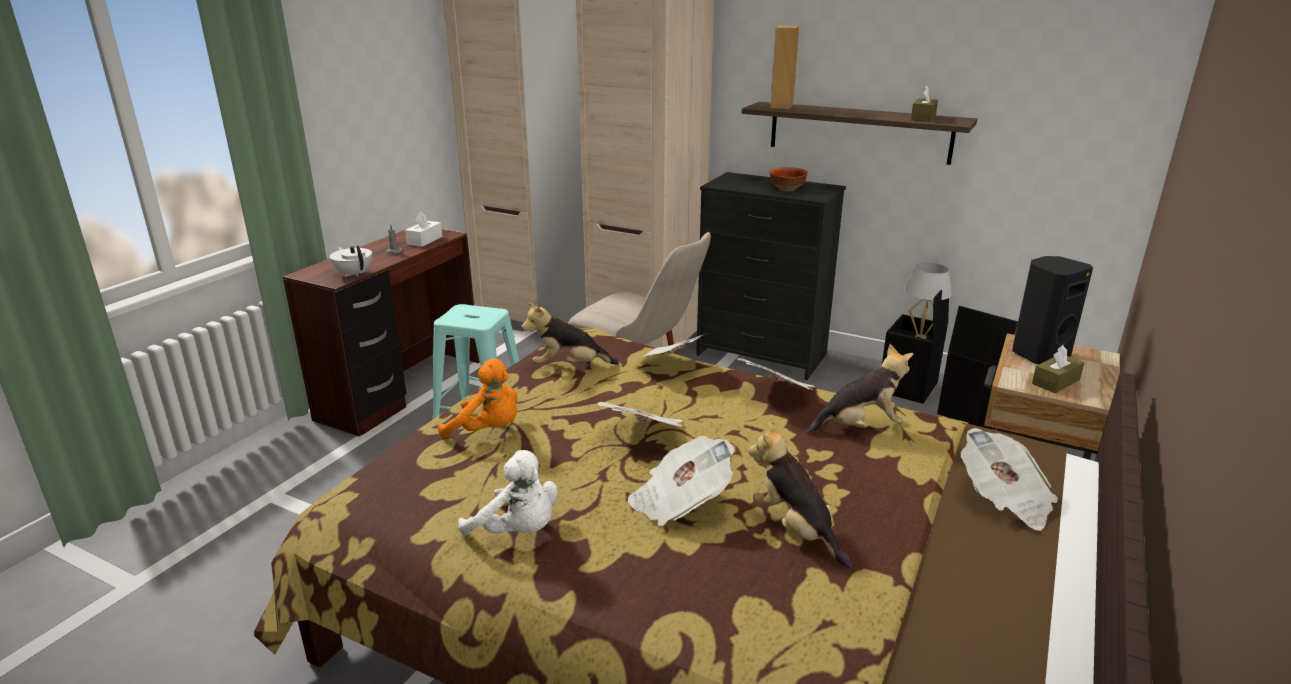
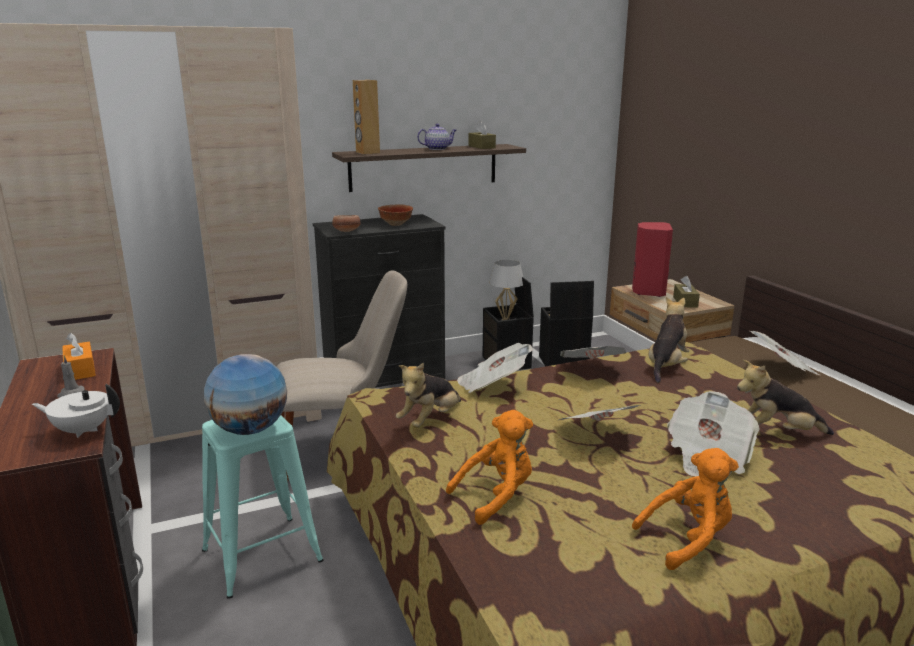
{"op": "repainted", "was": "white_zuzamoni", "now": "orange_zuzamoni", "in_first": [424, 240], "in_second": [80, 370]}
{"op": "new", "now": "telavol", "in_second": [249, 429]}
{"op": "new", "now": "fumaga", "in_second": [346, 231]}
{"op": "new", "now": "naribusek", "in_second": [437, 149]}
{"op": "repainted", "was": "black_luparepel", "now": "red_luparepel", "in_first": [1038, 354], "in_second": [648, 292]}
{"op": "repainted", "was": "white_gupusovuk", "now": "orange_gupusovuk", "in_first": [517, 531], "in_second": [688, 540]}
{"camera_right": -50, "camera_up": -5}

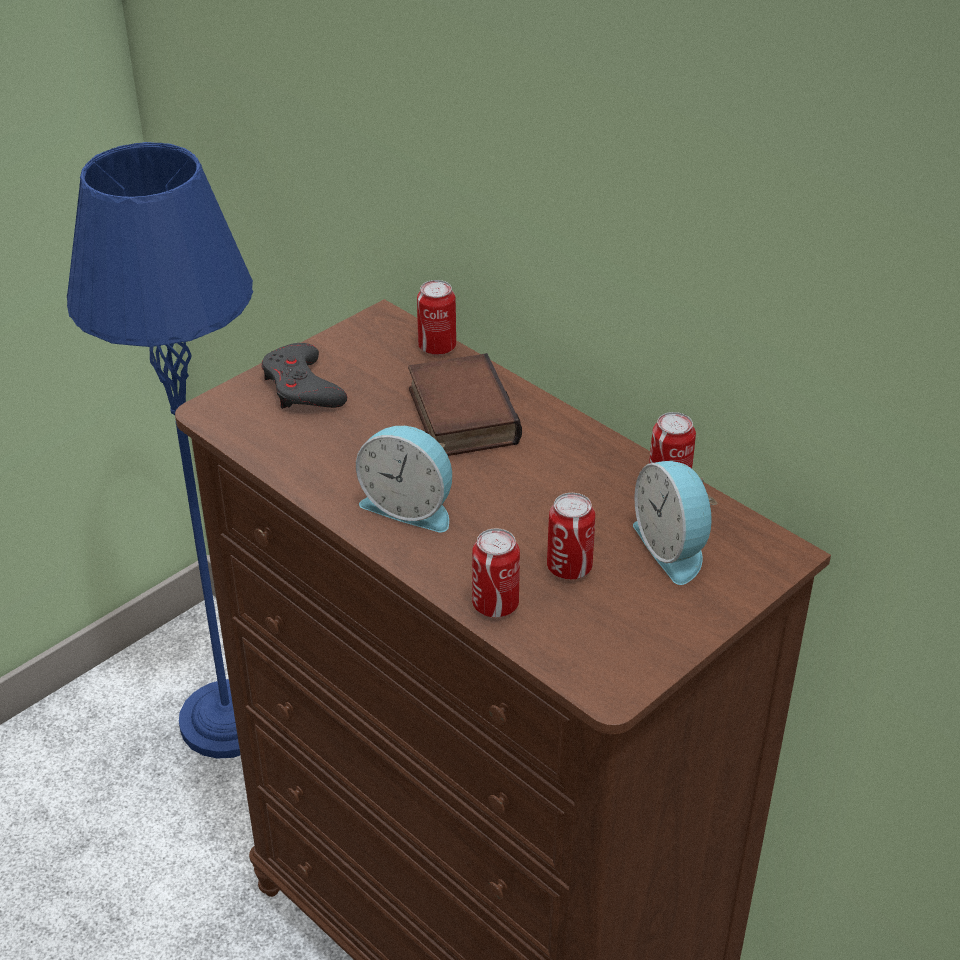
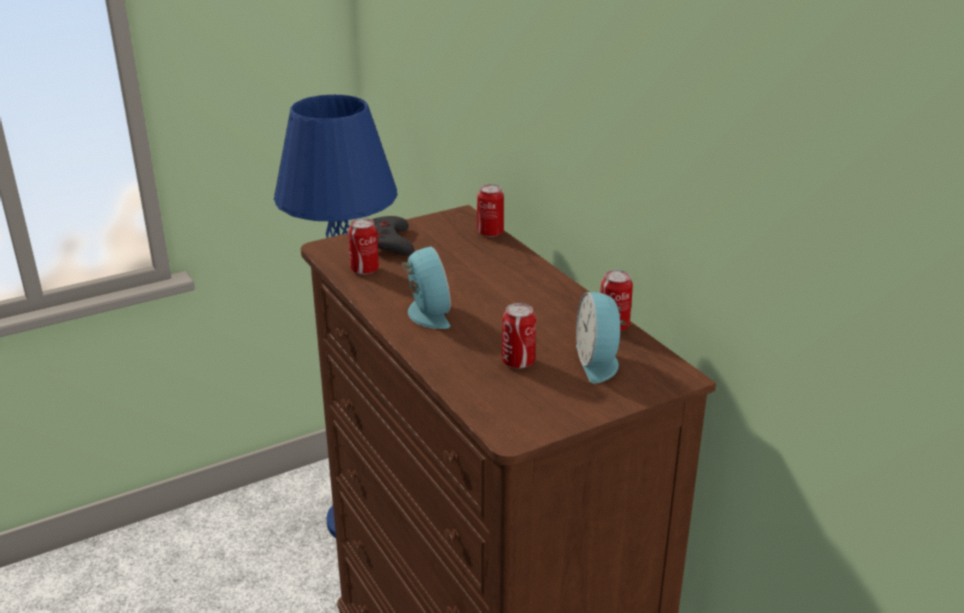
{"op": "shifted", "was": "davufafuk", "in_first": [495, 604], "in_second": [364, 269]}
{"op": "rotated", "was": "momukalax", "in_first": [410, 506], "in_second": [426, 313], "clockwise": -150}
{"op": "gone", "was": "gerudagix", "in_first": [458, 415]}
{"camera_right": 15, "camera_up": -10}

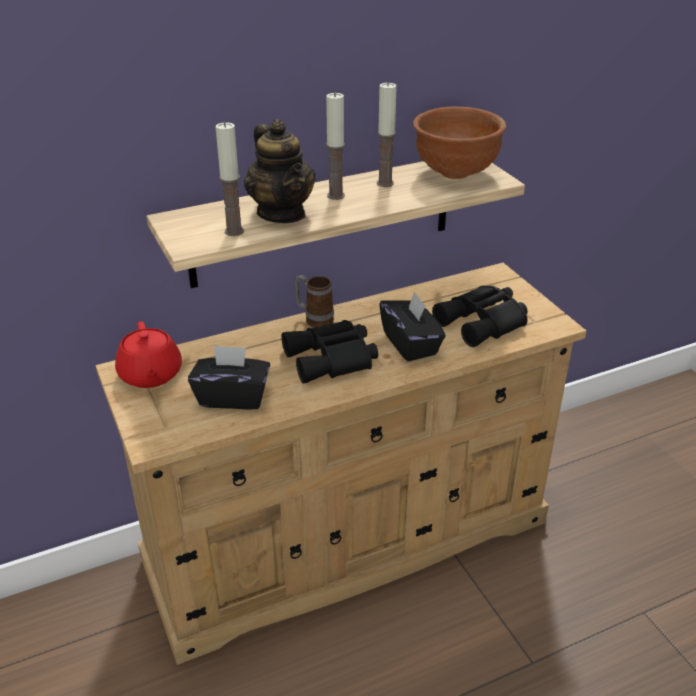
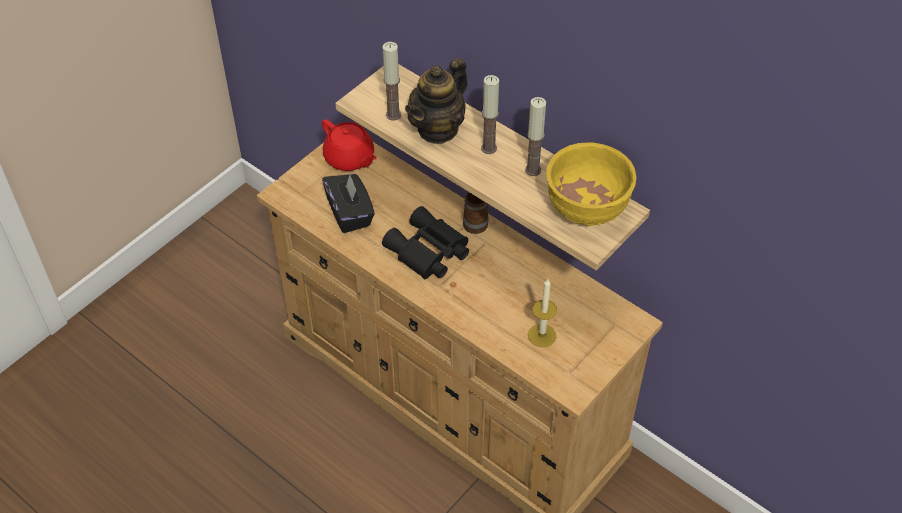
{"op": "rotated", "was": "red_naribusek", "in_first": [150, 375], "in_second": [349, 158], "clockwise": -90}
{"op": "swapped", "was": "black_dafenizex", "now": "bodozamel", "in_first": [484, 323], "in_second": [542, 335]}
{"op": "repainted", "was": "brown_fumaga", "now": "yellow_fumaga", "in_first": [454, 173], "in_second": [586, 208]}
{"op": "gone", "was": "black_zuzamoni", "in_first": [411, 344]}
{"camera_right": 65, "camera_up": 15}

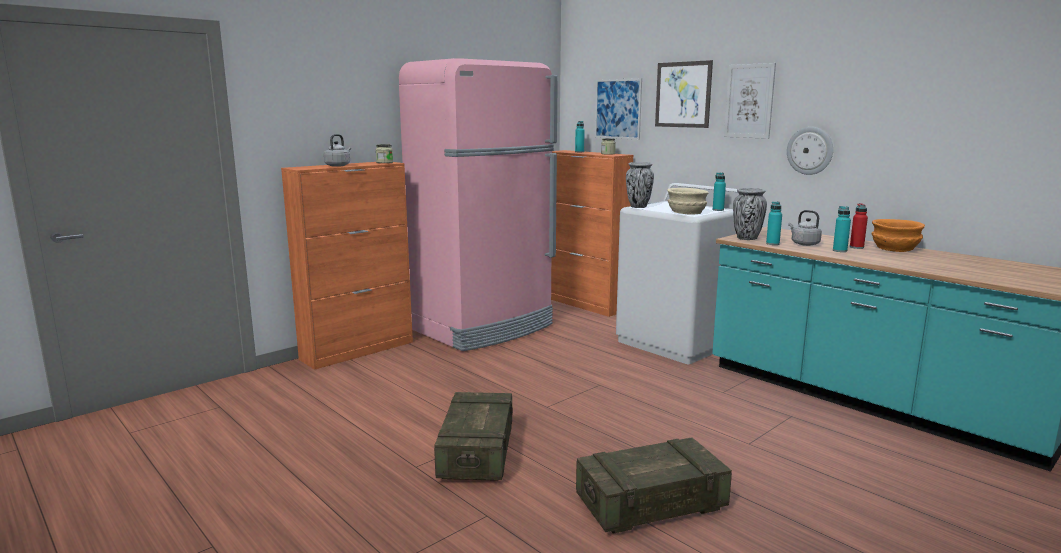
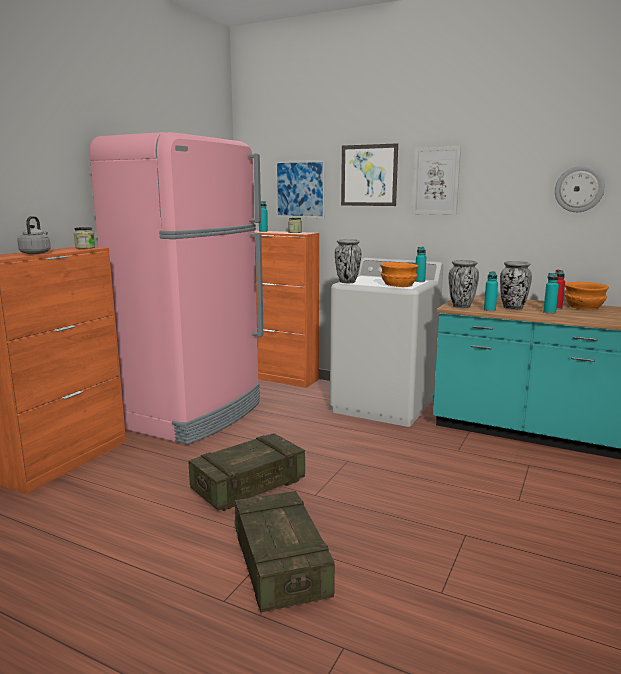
{"op": "shifted", "was": "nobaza", "in_first": [651, 504], "in_second": [249, 486]}
{"op": "repainted", "was": "beige_fumaga", "now": "orange_fumaga", "in_first": [686, 212], "in_second": [398, 285]}
{"op": "swapped", "was": "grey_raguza", "now": "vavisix", "in_first": [803, 244], "in_second": [512, 308]}
{"op": "shifted", "was": "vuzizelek", "in_first": [810, 150], "in_second": [579, 189]}
{"camera_right": -20, "camera_up": 0}

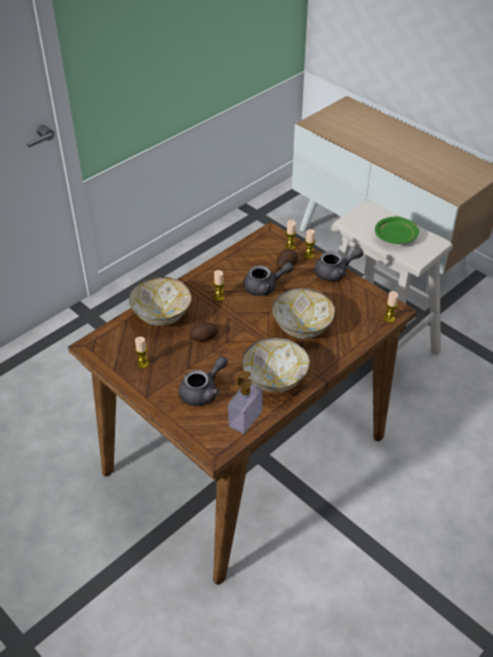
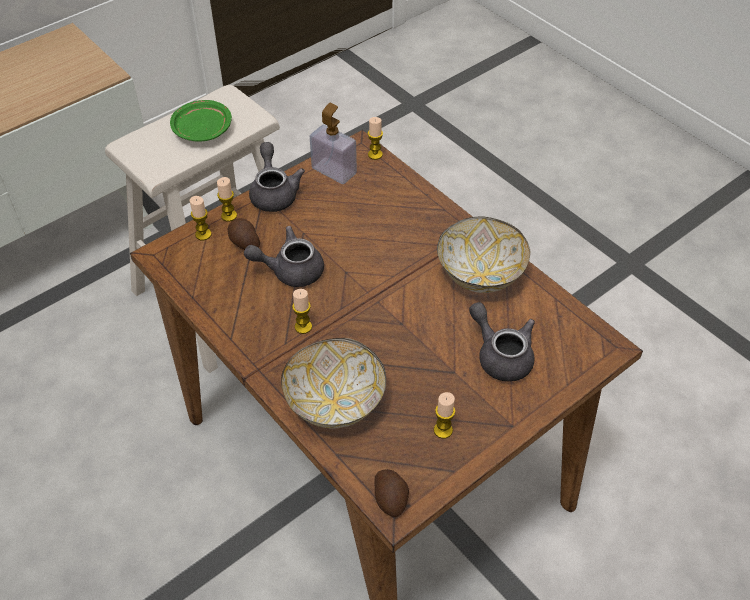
{"op": "rotated", "was": "grey_naribusek", "in_first": [265, 287], "in_second": [290, 270], "clockwise": -90}
{"op": "shifted", "was": "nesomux", "in_first": [245, 419], "in_second": [334, 171]}
{"op": "shifted", "was": "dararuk", "in_first": [204, 338], "in_second": [391, 498]}
{"op": "gone", "was": "fumaga", "in_first": [302, 328]}
{"camera_right": -85, "camera_up": 5}

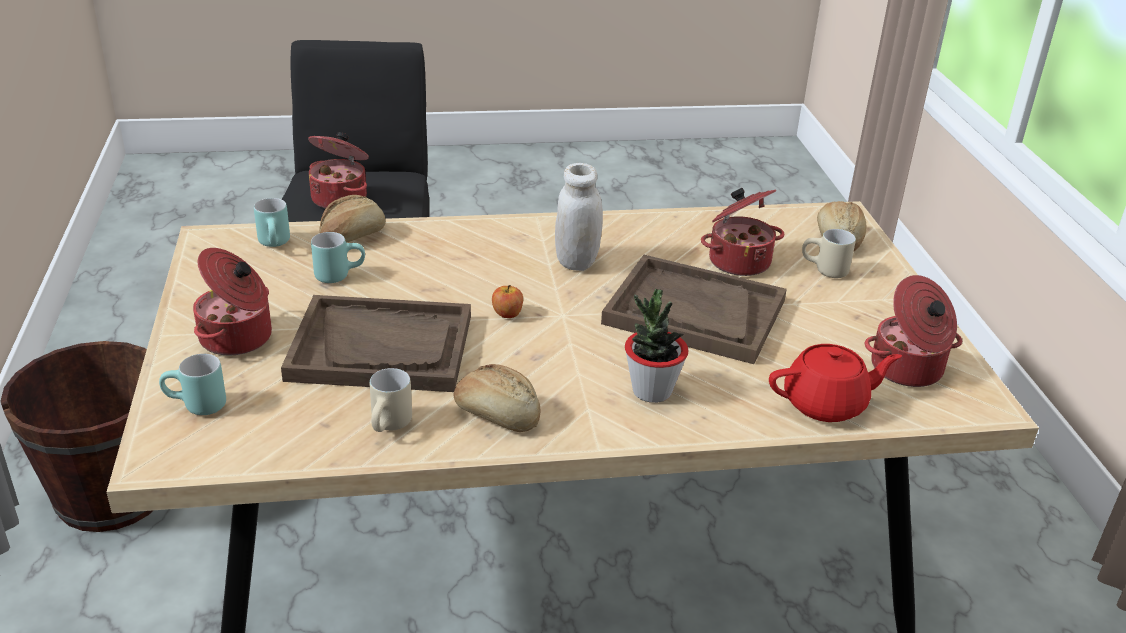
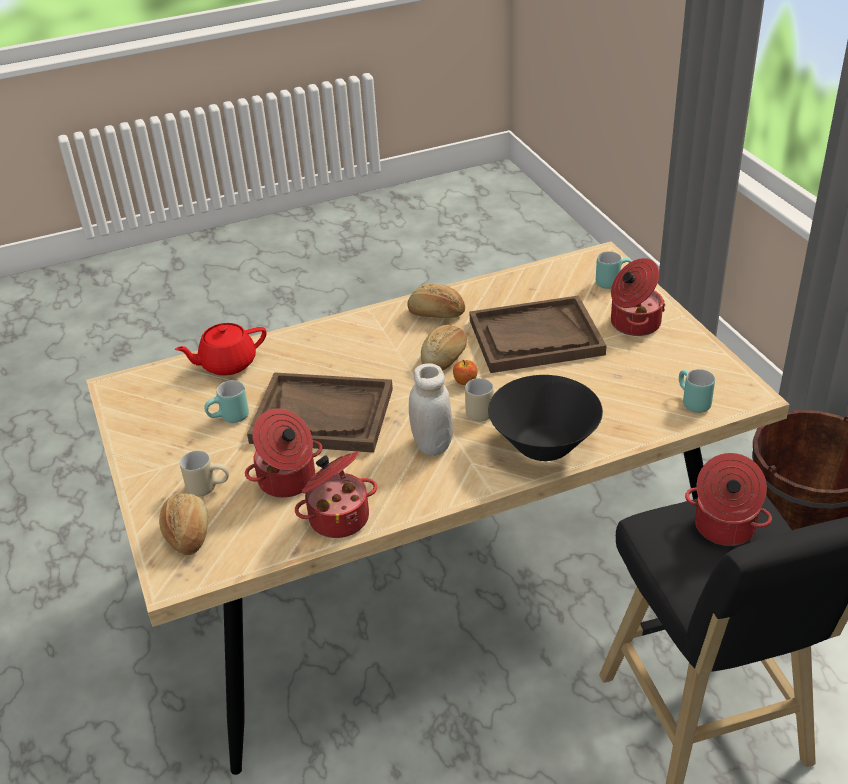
{"op": "shifted", "was": "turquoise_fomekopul", "in_first": [339, 274], "in_second": [230, 419]}
{"op": "shifted", "was": "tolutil", "in_first": [907, 369], "in_second": [338, 517]}
{"op": "shifted", "was": "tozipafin", "in_first": [352, 236], "in_second": [445, 358]}
{"op": "shifted", "was": "beige_fomekopul", "in_first": [391, 427], "in_second": [477, 410]}
{"op": "new", "now": "black_fumaga", "in_second": [544, 445]}
{"op": "gone", "was": "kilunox", "in_first": [651, 391]}
{"camera_right": 170, "camera_up": 5}

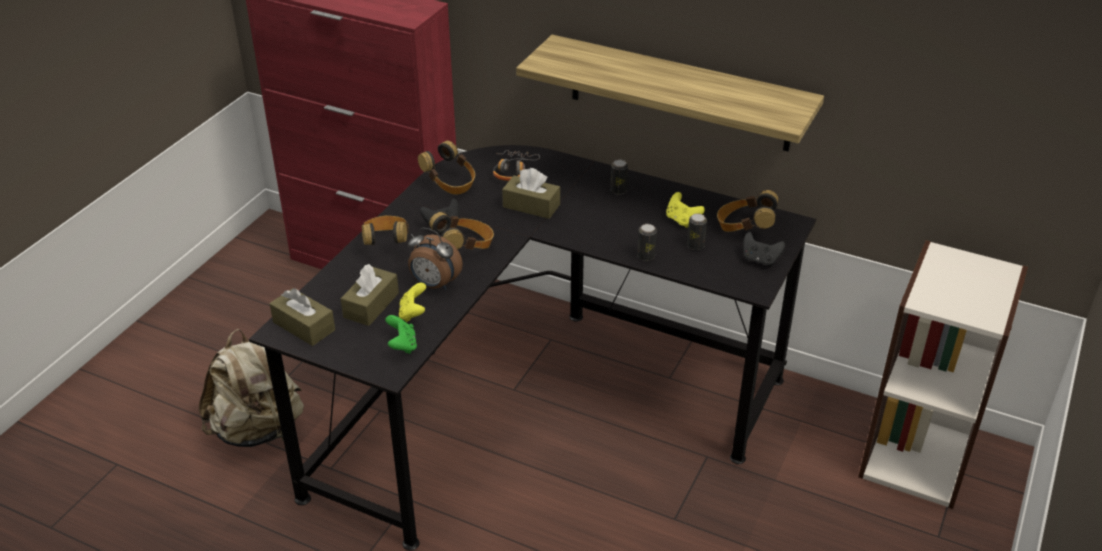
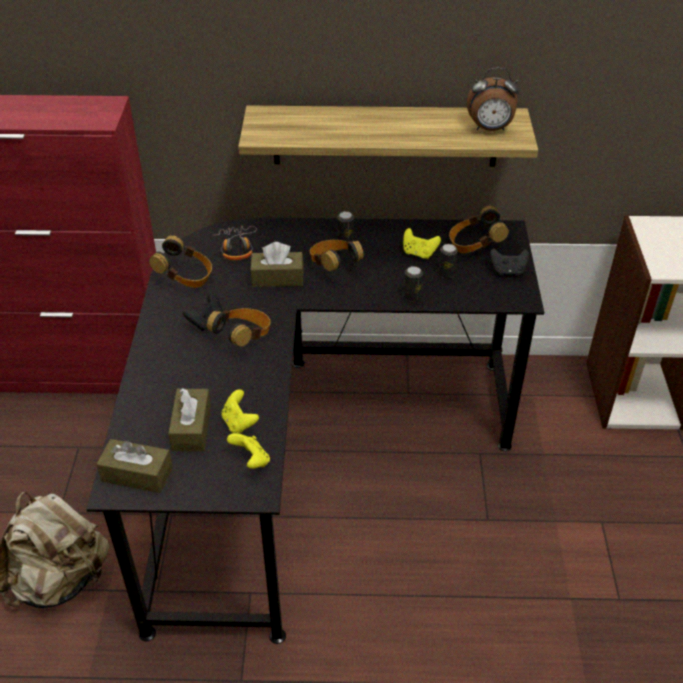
{"op": "repainted", "was": "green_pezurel", "now": "yellow_pezurel", "in_first": [402, 345], "in_second": [251, 460]}
{"op": "shifted", "was": "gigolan", "in_first": [386, 243], "in_second": [334, 266]}
{"op": "shifted", "was": "momukalax", "in_first": [434, 284], "in_second": [490, 129]}
{"camera_right": -25, "camera_up": 5}

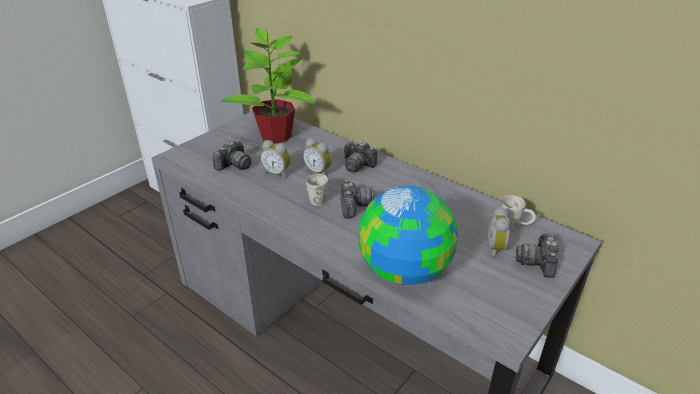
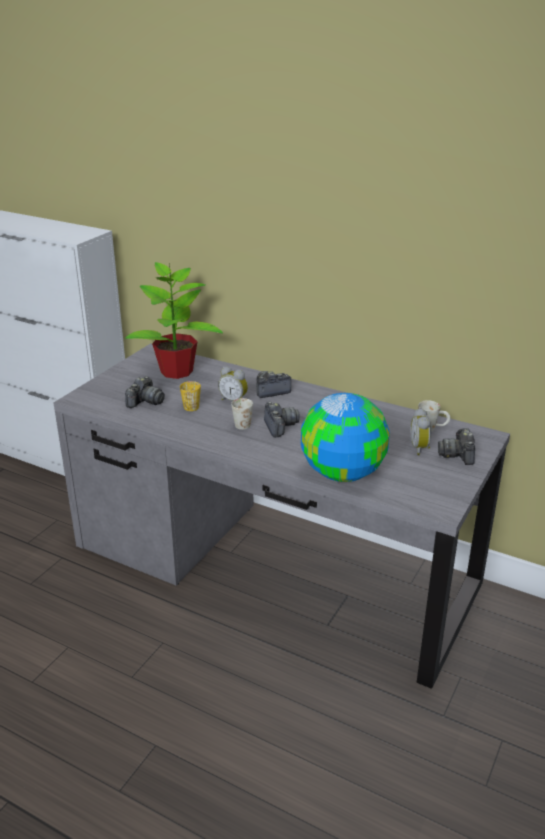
{"op": "swapped", "was": "momukalax", "now": "yellow_fomekopul", "in_first": [277, 173], "in_second": [193, 405]}
{"op": "rotated", "was": "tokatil", "in_first": [358, 165], "in_second": [271, 391], "clockwise": 135}
{"camera_right": -10, "camera_up": -5}

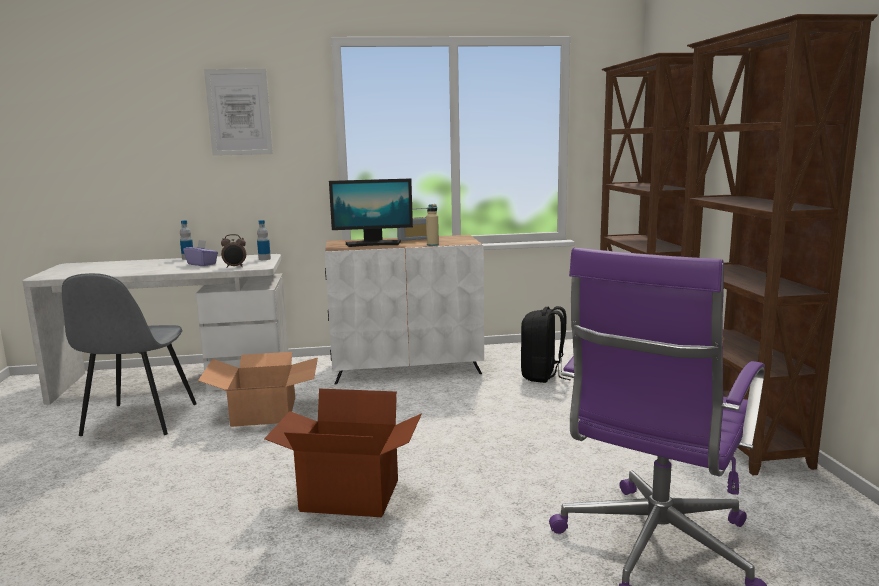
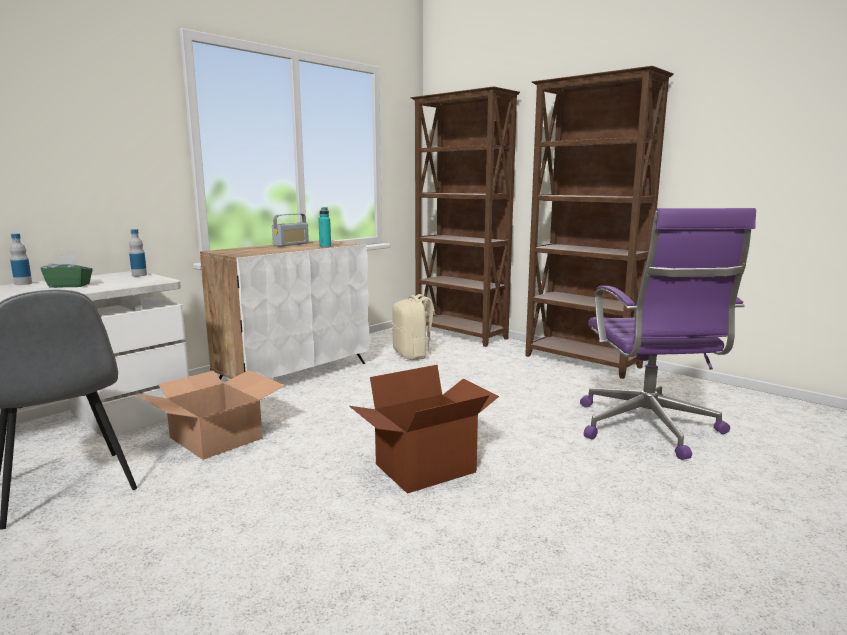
{"op": "repainted", "was": "purple_zuzamoni", "now": "green_zuzamoni", "in_first": [202, 264], "in_second": [69, 285]}
{"op": "repainted", "was": "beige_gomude", "now": "turquoise_gomude", "in_first": [432, 245], "in_second": [325, 246]}
{"op": "repainted", "was": "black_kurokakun", "now": "beige_kurokakun", "in_first": [543, 376], "in_second": [413, 355]}
{"op": "gone", "was": "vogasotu", "in_first": [239, 112]}
{"op": "gone", "was": "momukalax", "in_first": [235, 267]}
{"op": "gone", "was": "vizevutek", "in_first": [373, 244]}
{"camera_right": -40, "camera_up": 0}

